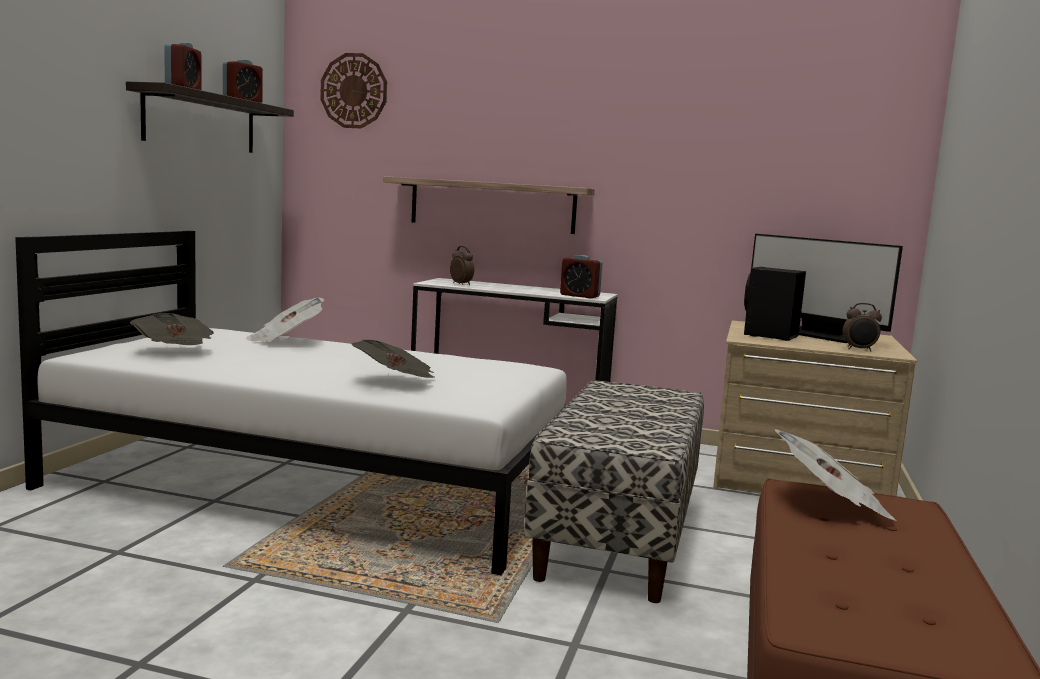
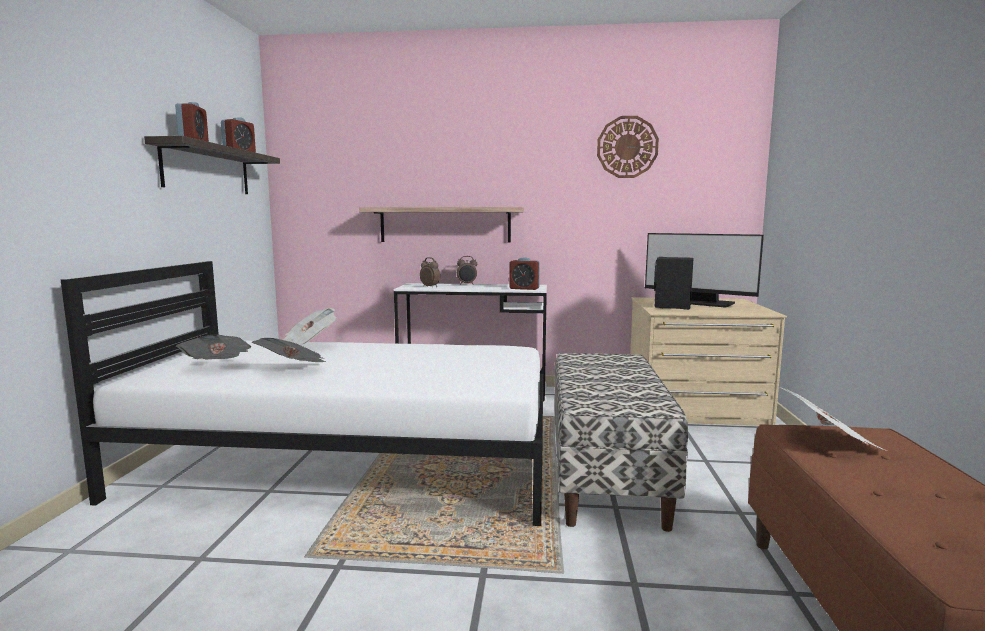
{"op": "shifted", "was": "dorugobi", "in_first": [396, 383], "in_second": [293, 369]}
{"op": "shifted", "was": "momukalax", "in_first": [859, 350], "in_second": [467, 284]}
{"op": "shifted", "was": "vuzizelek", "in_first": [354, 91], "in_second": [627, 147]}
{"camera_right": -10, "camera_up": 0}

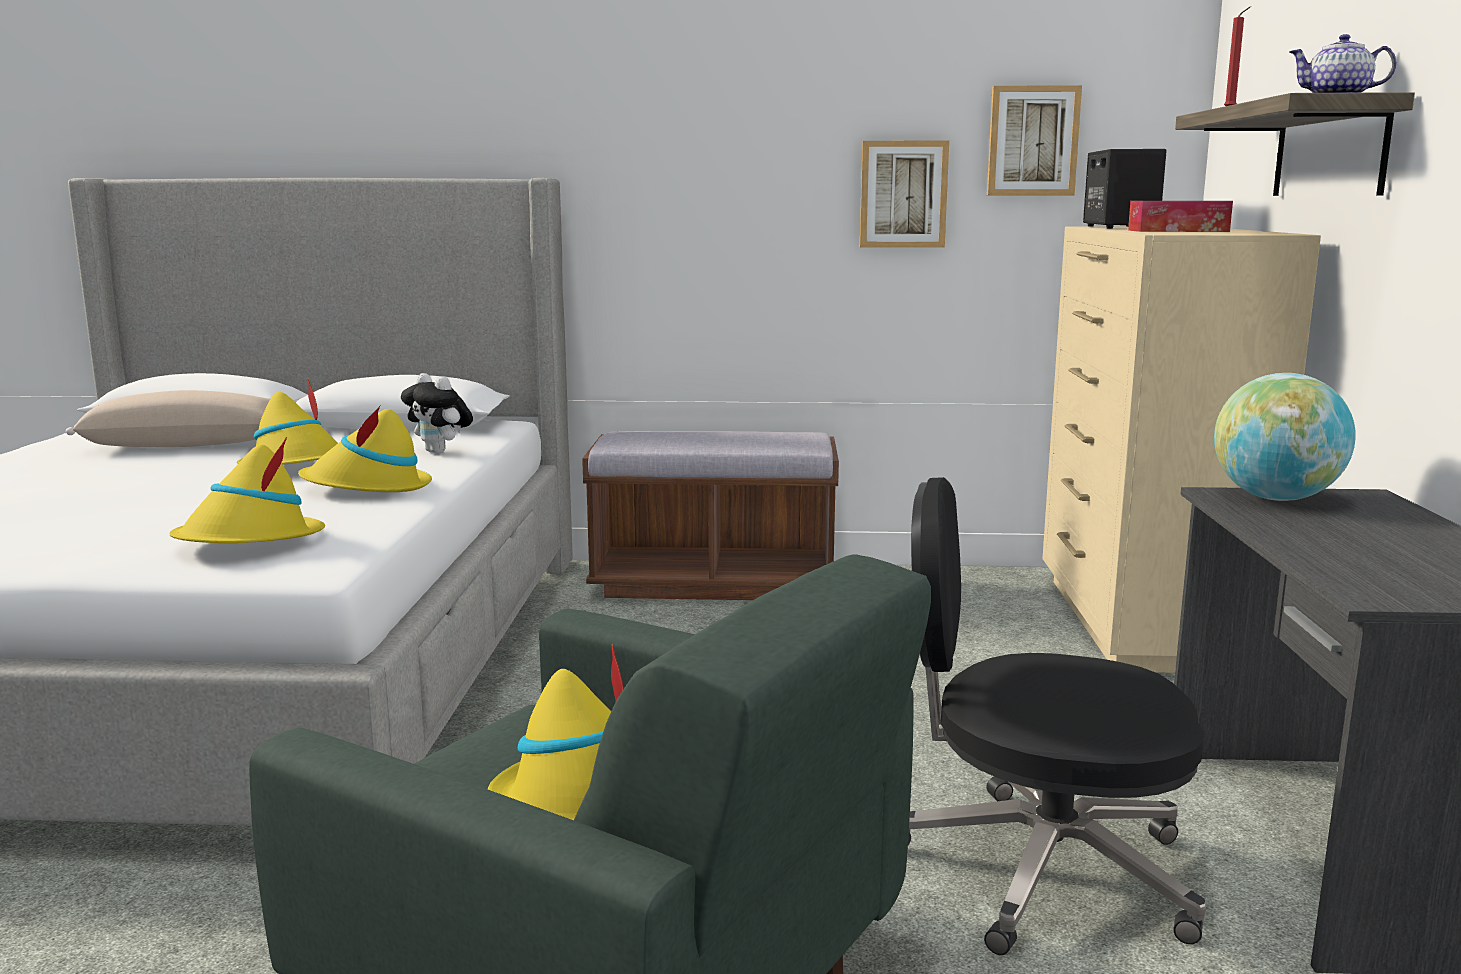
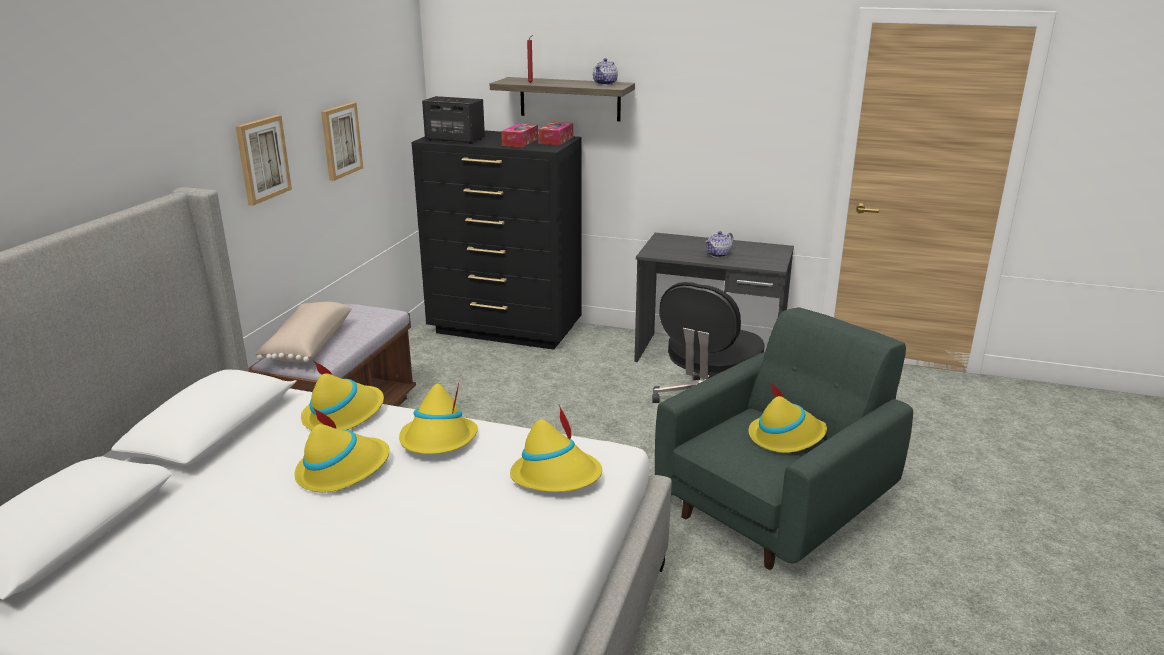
{"op": "shifted", "was": "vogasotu", "in_first": [1032, 141], "in_second": [262, 159]}
{"op": "shifted", "was": "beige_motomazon", "in_first": [190, 444], "in_second": [306, 345]}
{"op": "swapped", "was": "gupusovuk", "now": "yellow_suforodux", "in_first": [440, 452], "in_second": [343, 415]}
{"op": "repainted", "was": "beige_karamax", "now": "black_karamax", "in_first": [1138, 624], "in_second": [505, 330]}
{"op": "new", "now": "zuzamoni", "in_second": [556, 140]}
{"op": "new", "now": "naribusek", "in_second": [718, 255]}
{"op": "gone", "was": "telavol", "in_first": [1276, 498]}
{"camera_right": -75, "camera_up": 10}

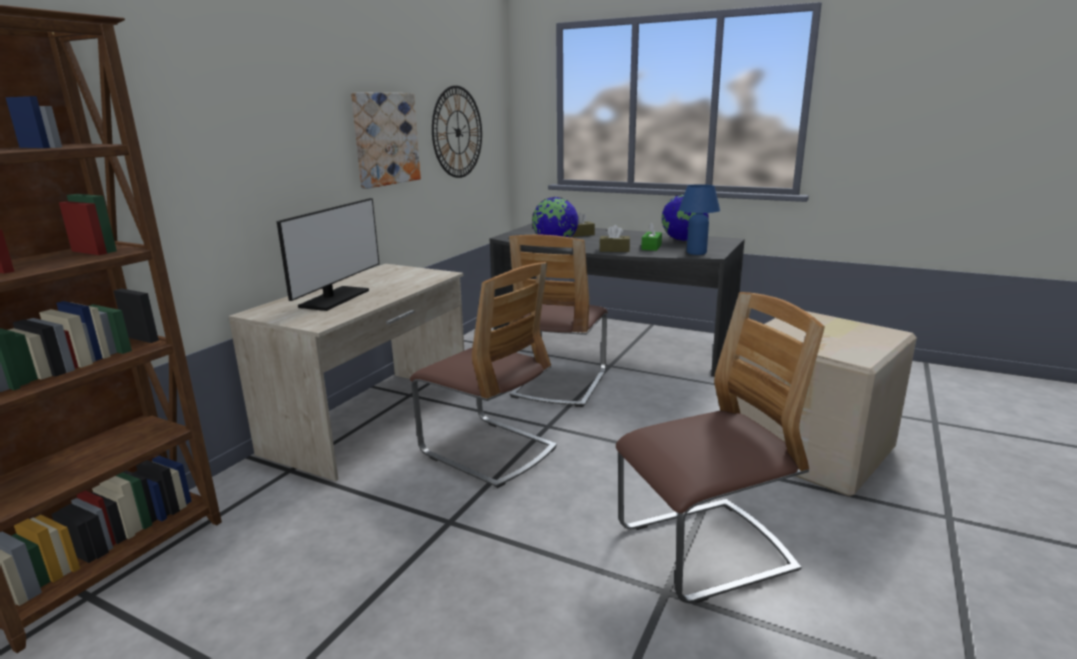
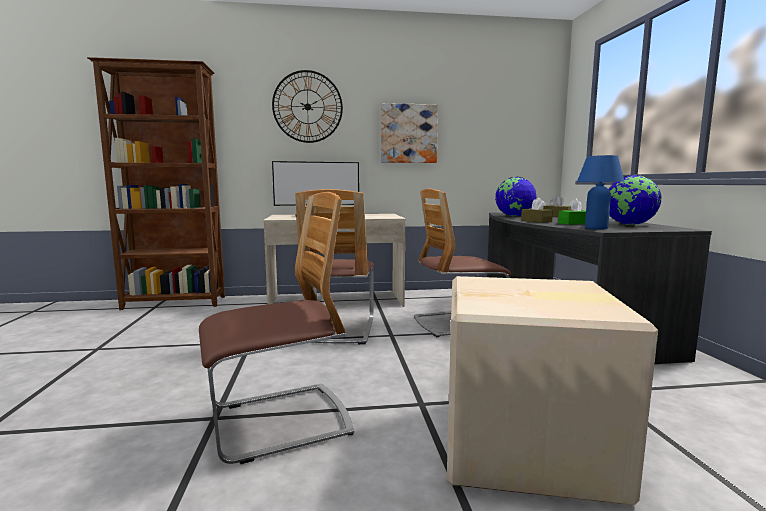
{"op": "rotated", "was": "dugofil", "in_first": [704, 550], "in_second": [279, 422], "clockwise": -60}
{"op": "shifted", "was": "vuzizelek", "in_first": [458, 132], "in_second": [307, 107]}
{"camera_right": 55, "camera_up": -10}

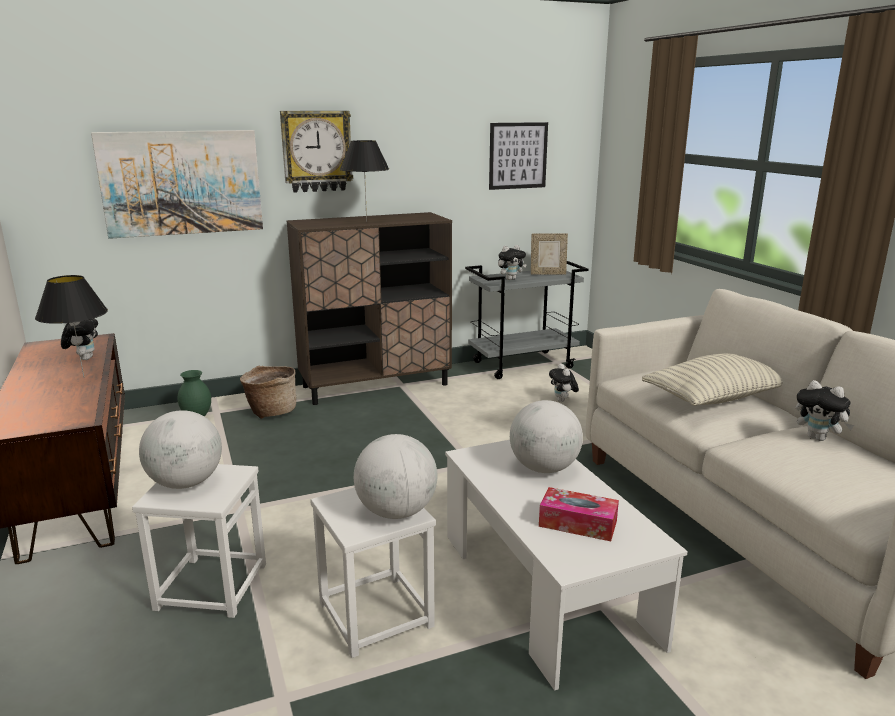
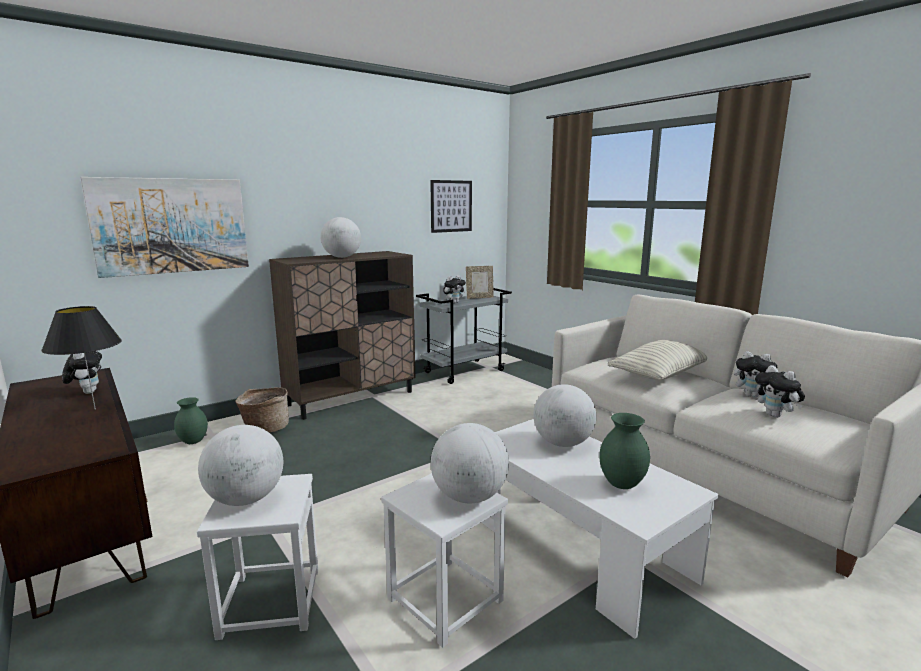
{"op": "swapped", "was": "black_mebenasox", "now": "telavol", "in_first": [366, 221], "in_second": [342, 257]}
{"op": "swapped", "was": "zuzamoni", "now": "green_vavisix", "in_first": [577, 523], "in_second": [621, 484]}
{"op": "shifted", "was": "gupusovuk", "in_first": [562, 401], "in_second": [776, 416]}
{"op": "gone", "was": "vuzizelek", "in_first": [316, 151]}
{"camera_right": -15, "camera_up": -5}

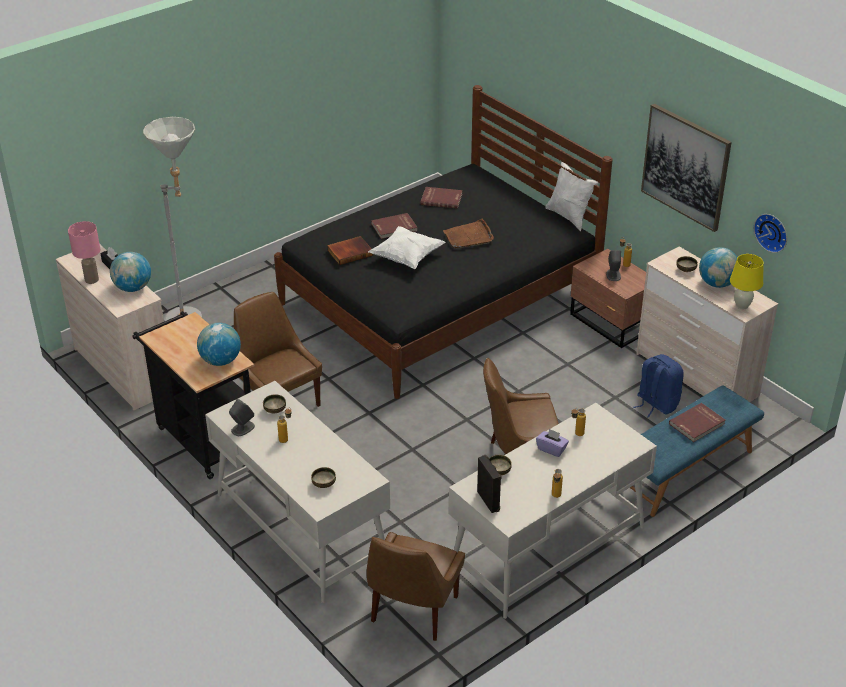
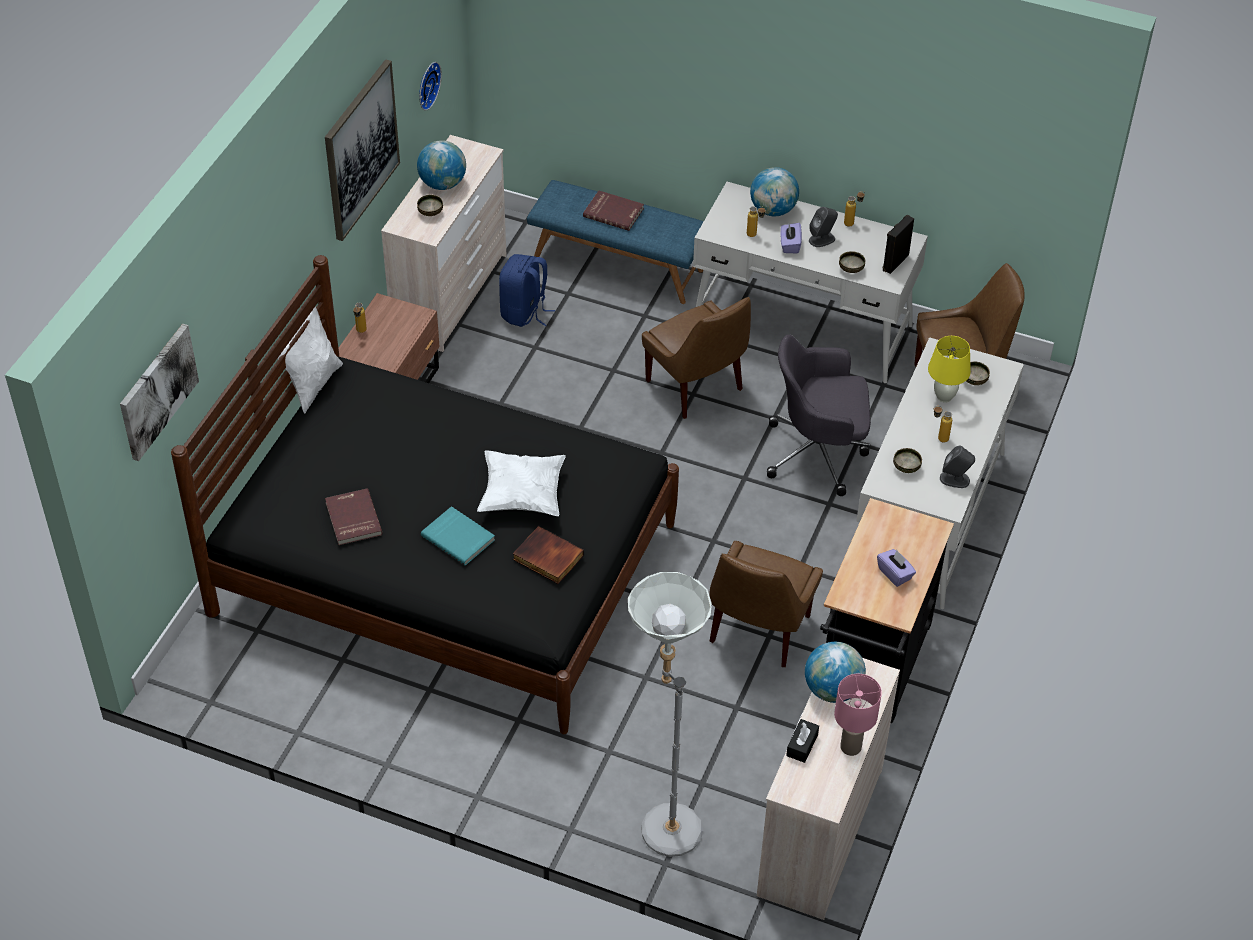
{"op": "new", "now": "vogasotu", "in_second": [157, 391]}
{"op": "repainted", "was": "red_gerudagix", "now": "turquoise_gerudagix", "in_first": [394, 228], "in_second": [459, 537]}
{"op": "shifted", "was": "telavol", "in_first": [220, 361], "in_second": [773, 210]}
{"op": "new", "now": "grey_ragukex", "in_second": [818, 453]}
{"op": "shifted", "was": "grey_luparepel", "in_first": [613, 275], "in_second": [822, 239]}
{"op": "new", "now": "purple_zuzamoni", "in_second": [895, 574]}
{"op": "shifted", "was": "yellow_mebenasox", "in_first": [742, 306], "in_second": [944, 397]}
{"op": "gone", "was": "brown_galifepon", "in_first": [468, 237]}
{"camera_right": -120, "camera_up": 10}

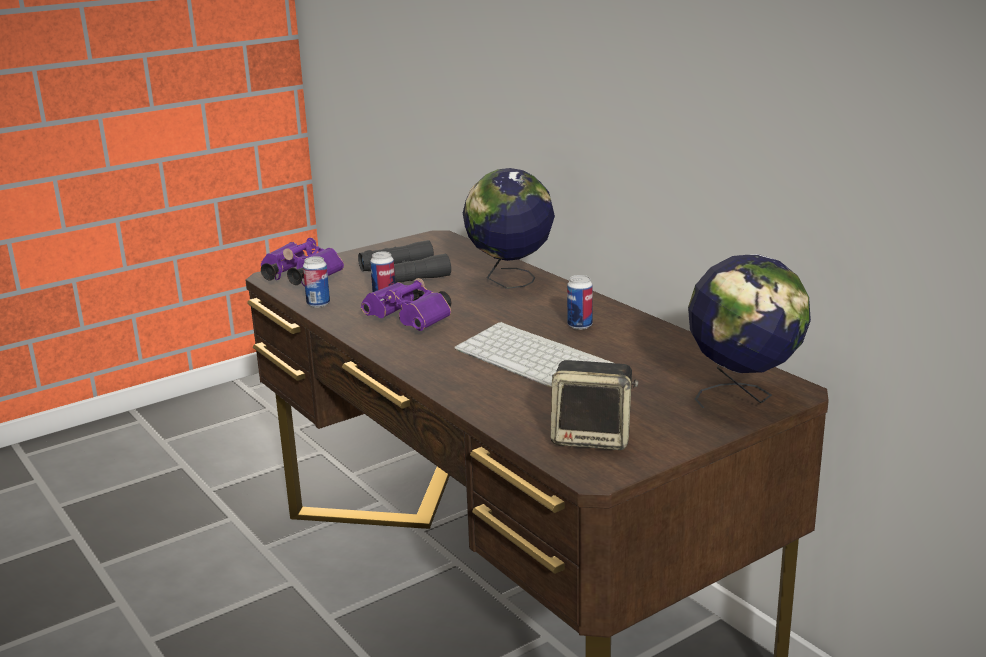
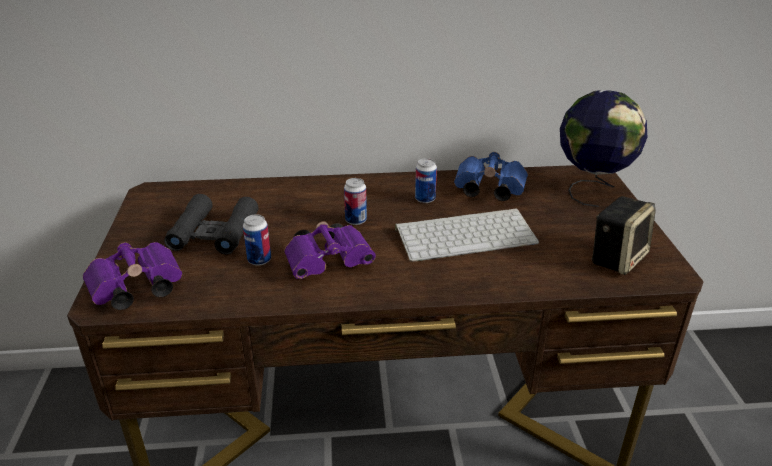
{"op": "shifted", "was": "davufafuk", "in_first": [318, 304], "in_second": [356, 220]}
{"op": "new", "now": "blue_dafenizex", "in_second": [487, 191]}
{"op": "gone", "was": "telavol", "in_first": [510, 281]}
{"camera_right": -60, "camera_up": 10}

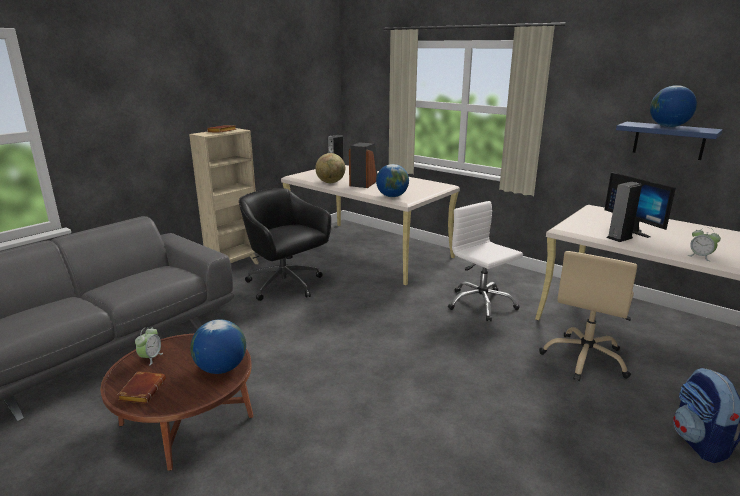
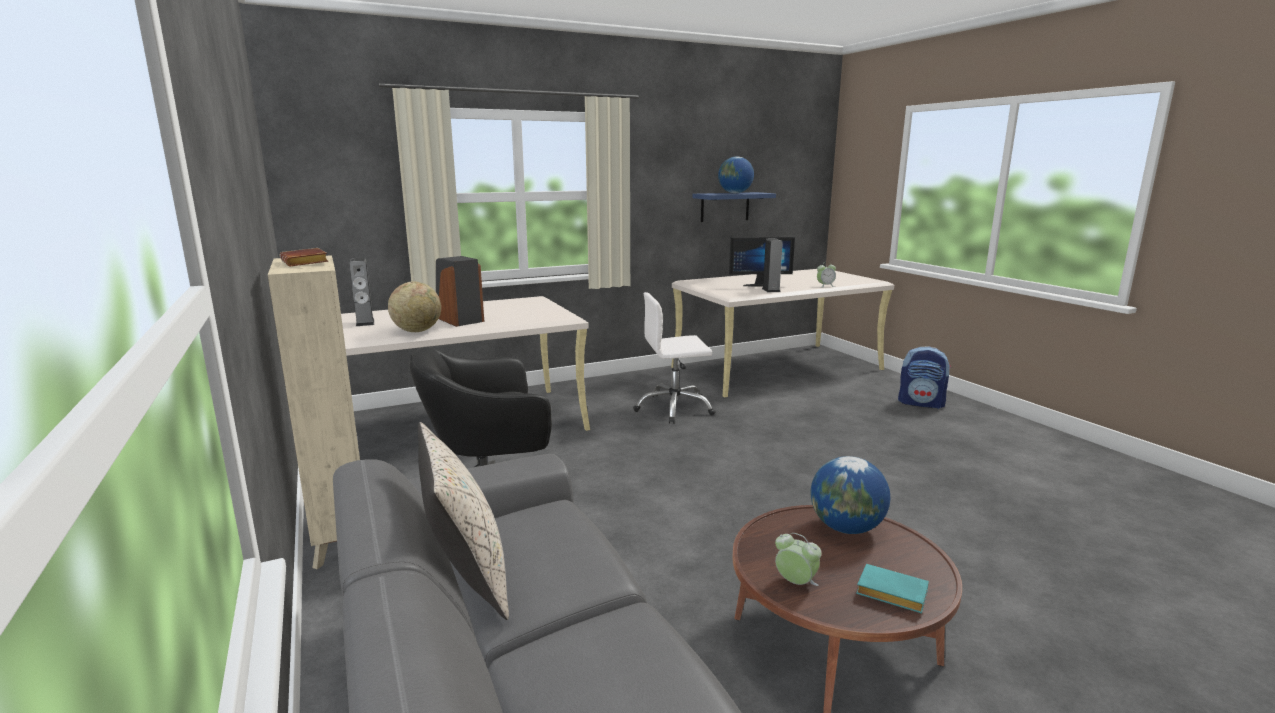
{"op": "new", "now": "beige_motomazon", "in_second": [466, 578]}
{"op": "repainted", "was": "brown_gerudagix", "now": "turquoise_gerudagix", "in_first": [142, 390], "in_second": [889, 594]}
{"op": "gone", "was": "telavol", "in_first": [392, 196]}
{"op": "gone", "was": "beige_ragukex", "in_first": [585, 358]}
{"camera_right": -65, "camera_up": -5}

